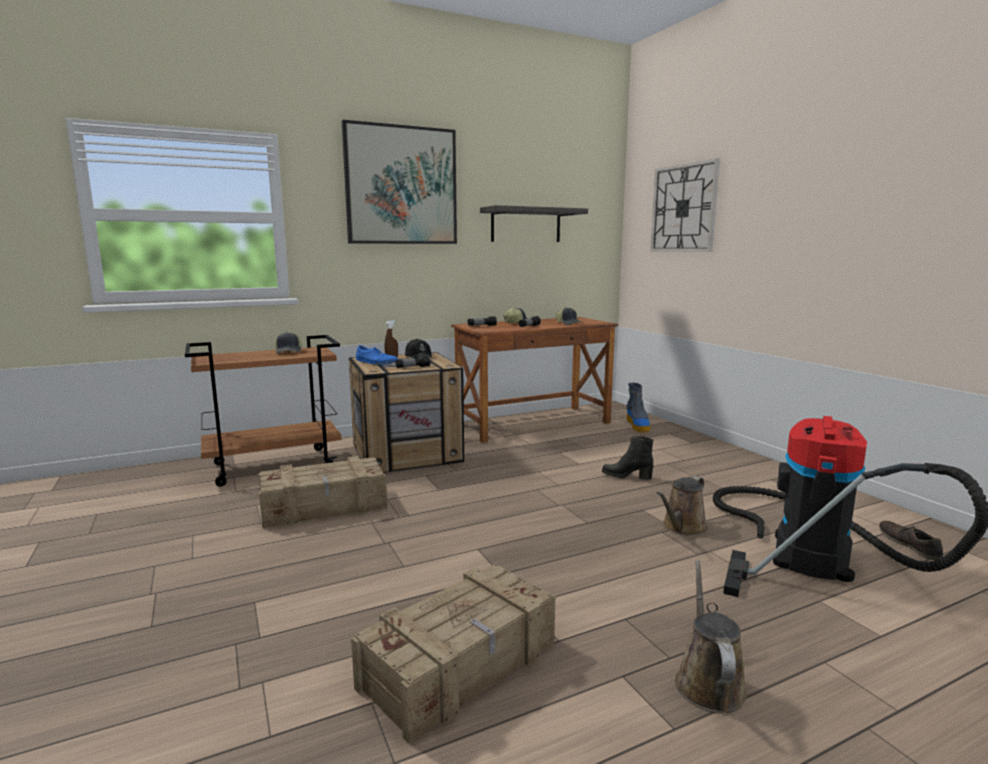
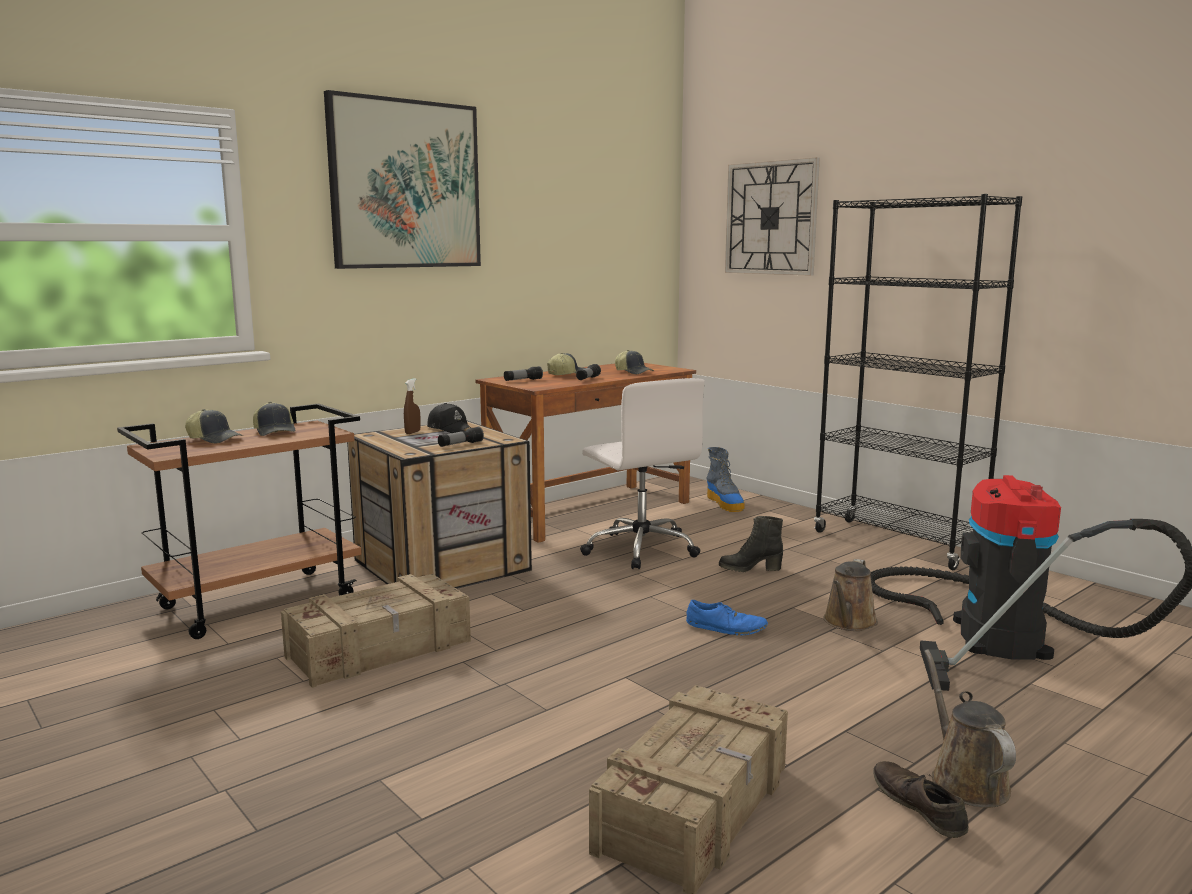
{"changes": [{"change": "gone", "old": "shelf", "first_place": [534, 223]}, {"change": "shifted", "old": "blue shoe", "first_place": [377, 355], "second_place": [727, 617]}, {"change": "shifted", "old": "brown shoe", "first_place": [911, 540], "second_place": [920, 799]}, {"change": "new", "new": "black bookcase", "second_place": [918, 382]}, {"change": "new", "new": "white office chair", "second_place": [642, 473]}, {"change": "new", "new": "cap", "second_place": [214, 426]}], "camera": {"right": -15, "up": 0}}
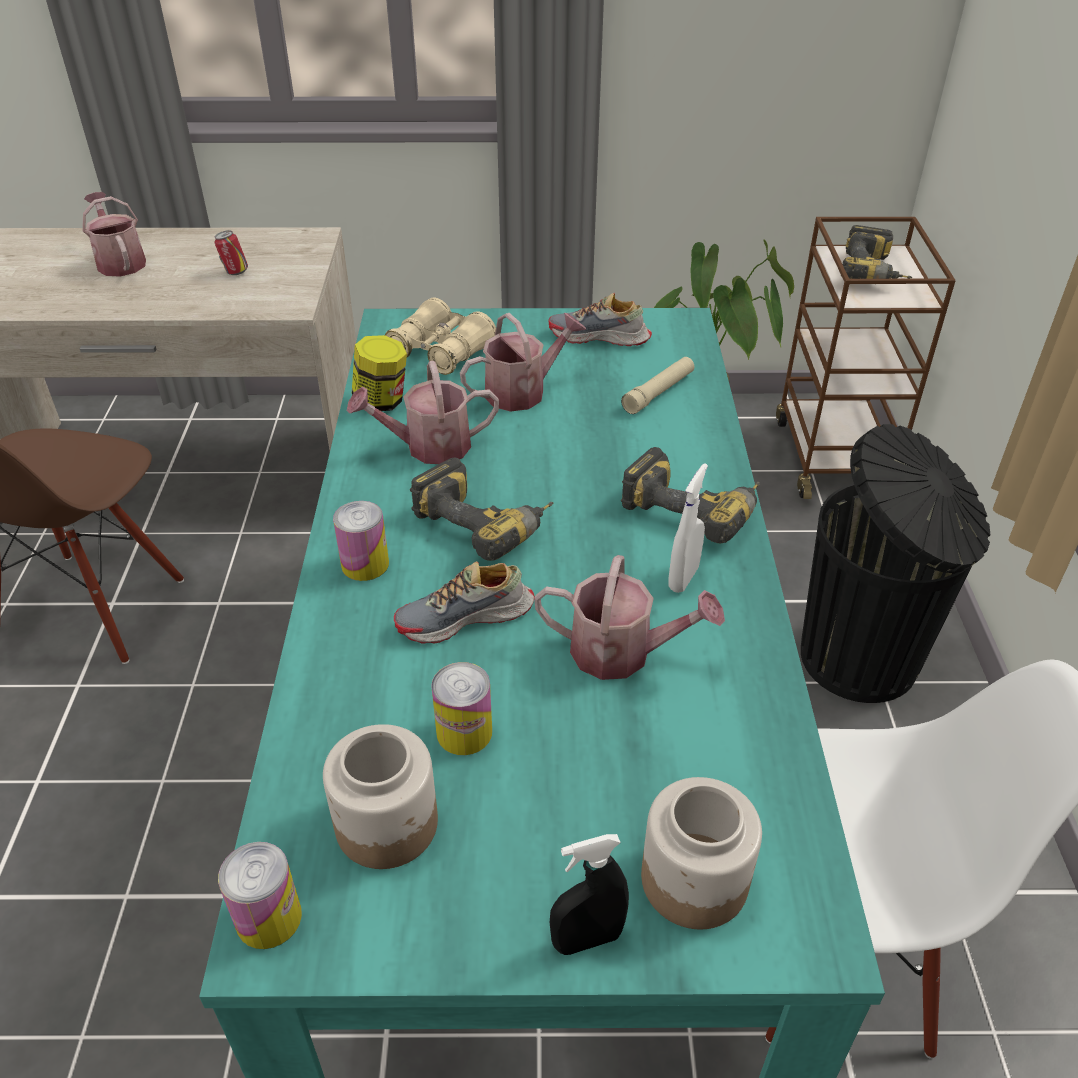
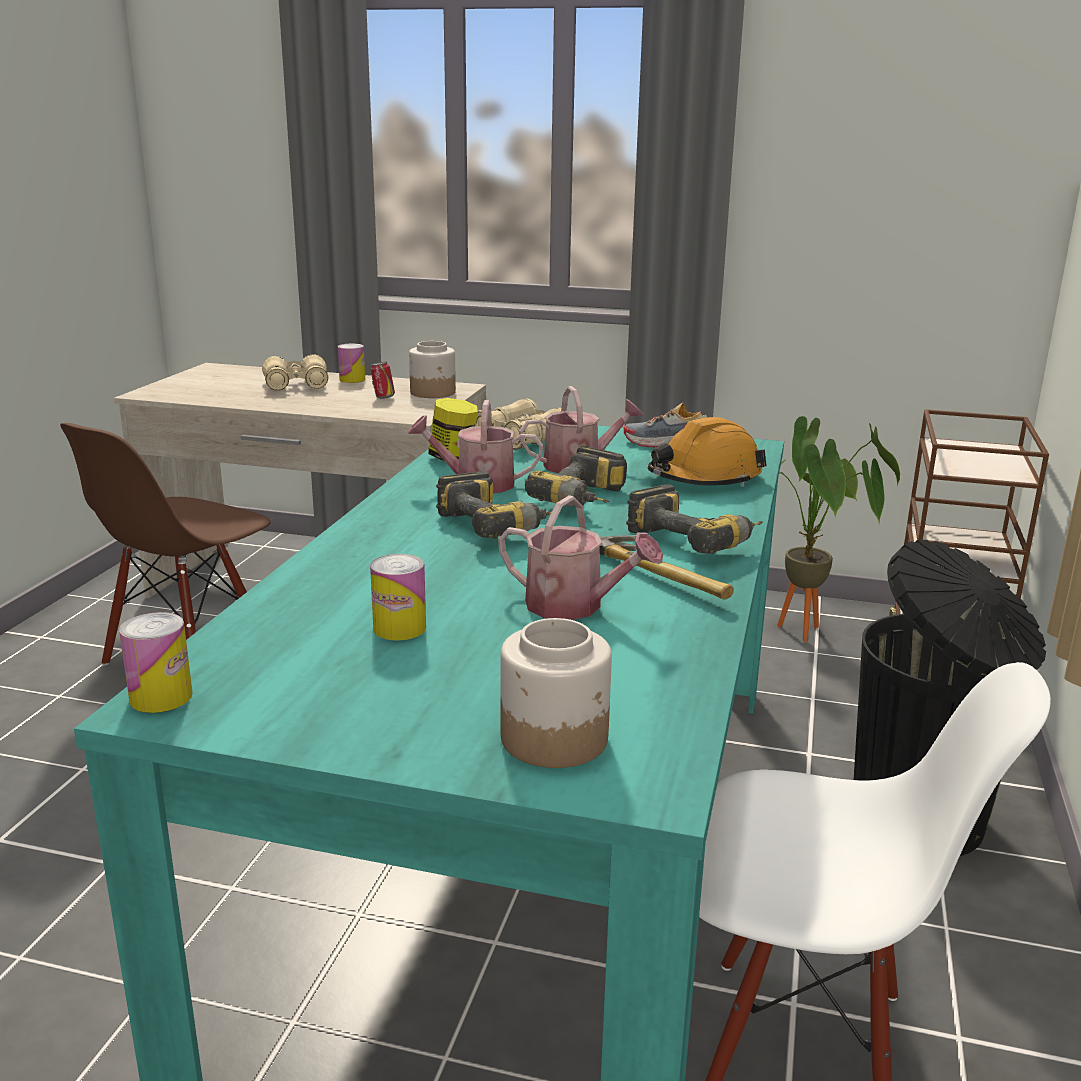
{"changes": [{"change": "swapped", "old": "watering can", "new": "beige binoculars", "first_place": [114, 234], "second_place": [295, 372]}, {"change": "shifted", "old": "power drill", "first_place": [877, 252], "second_place": [576, 476]}, {"change": "swapped", "old": "beige flashlight", "new": "orange hard hat", "first_place": [657, 385], "second_place": [707, 452]}, {"change": "swapped", "old": "white spray bottle", "new": "hammer", "first_place": [688, 528], "second_place": [666, 567]}, {"change": "shifted", "old": "can", "first_place": [361, 541], "second_place": [351, 363]}, {"change": "gone", "old": "shoe", "first_place": [464, 602]}, {"change": "shifted", "old": "jar", "first_place": [380, 796], "second_place": [432, 369]}, {"change": "gone", "old": "black spray bottle", "first_place": [589, 894]}], "camera": {"right": 15, "up": -20}}
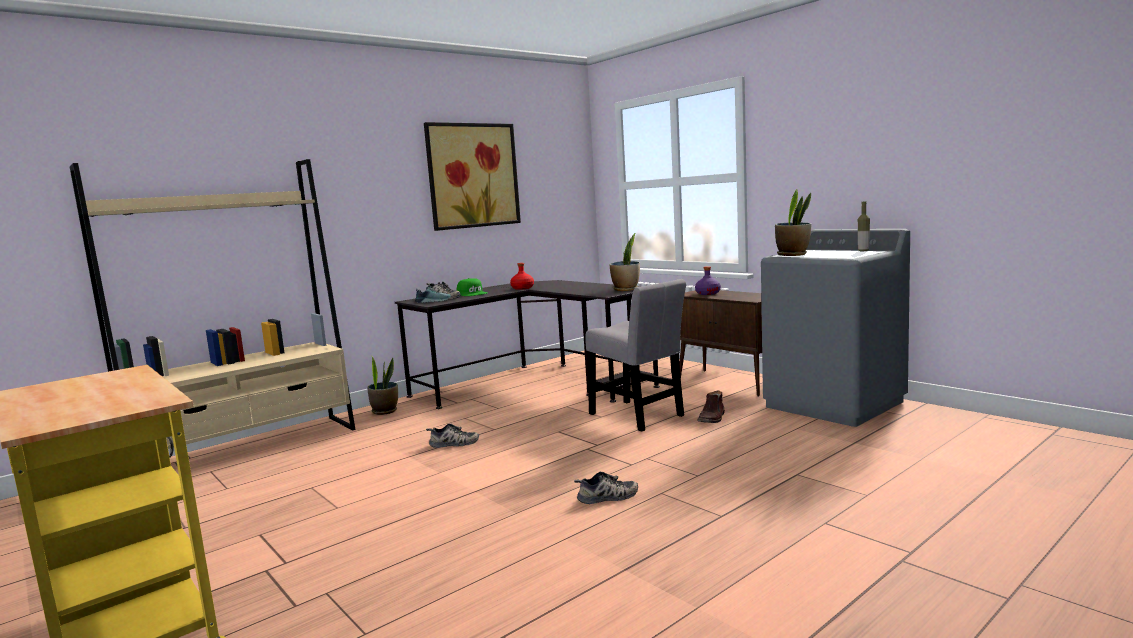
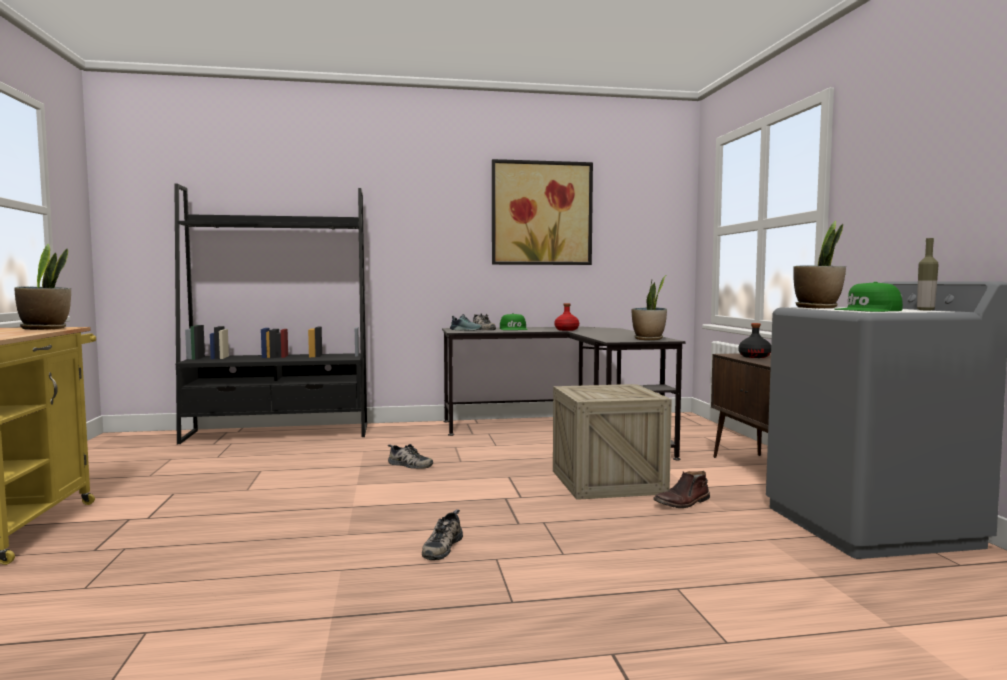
{"changes": [{"change": "repainted", "old": "beige bookcase", "new": "black bookcase", "first_place": [212, 304], "second_place": [270, 314]}, {"change": "repainted", "old": "purple bottle", "new": "black bottle", "first_place": [708, 280], "second_place": [754, 340]}, {"change": "swapped", "old": "grey chair", "new": "crate", "first_place": [635, 355], "second_place": [612, 442]}, {"change": "shifted", "old": "potted plant", "first_place": [382, 386], "second_place": [42, 287]}, {"change": "rotated", "old": "shoe", "first_place": [606, 488], "second_place": [442, 534], "degrees": 90}, {"change": "new", "new": "green cap", "second_place": [868, 297]}], "camera": {"right": 30, "up": -5}}
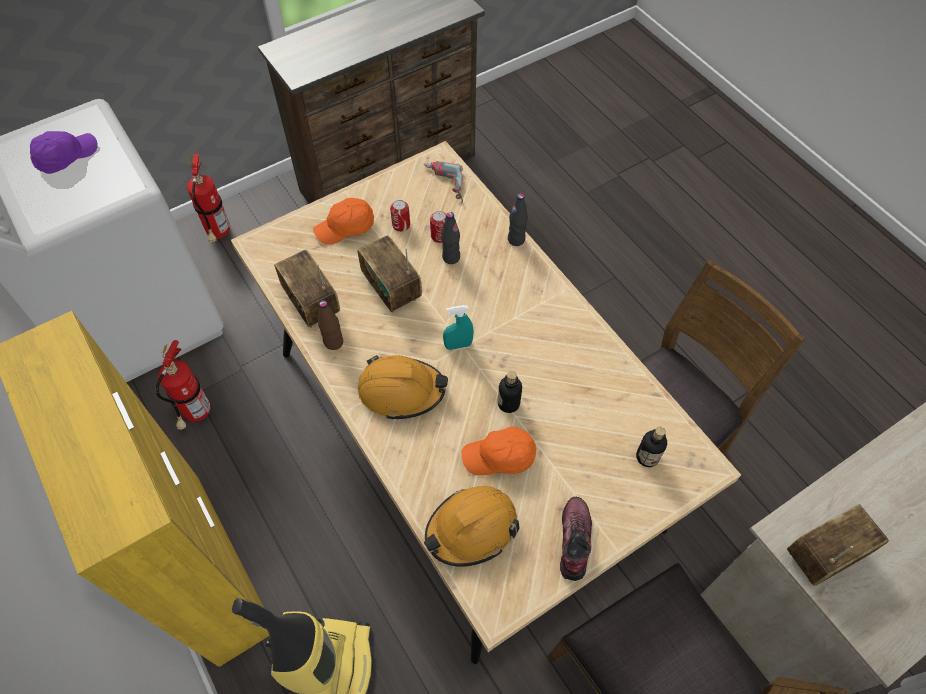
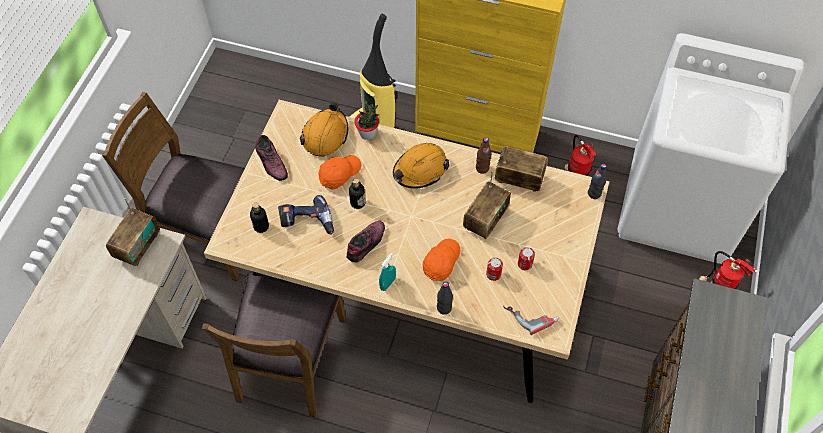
{"changes": [{"change": "gone", "old": "purple cap", "first_place": [64, 152]}, {"change": "shifted", "old": "orange cap", "first_place": [343, 221], "second_place": [441, 260]}, {"change": "shifted", "old": "black bottle", "first_place": [450, 238], "second_place": [597, 181]}, {"change": "rotated", "old": "radio", "first_place": [389, 274], "second_place": [487, 205], "degrees": 105}, {"change": "shifted", "old": "turquoise spray bottle", "first_place": [458, 327], "second_place": [387, 272]}, {"change": "new", "new": "potted plant", "second_place": [366, 120]}, {"change": "new", "new": "power drill", "second_place": [306, 215]}, {"change": "new", "new": "shoe", "second_place": [365, 242]}], "camera": {"right": 140, "up": 0}}
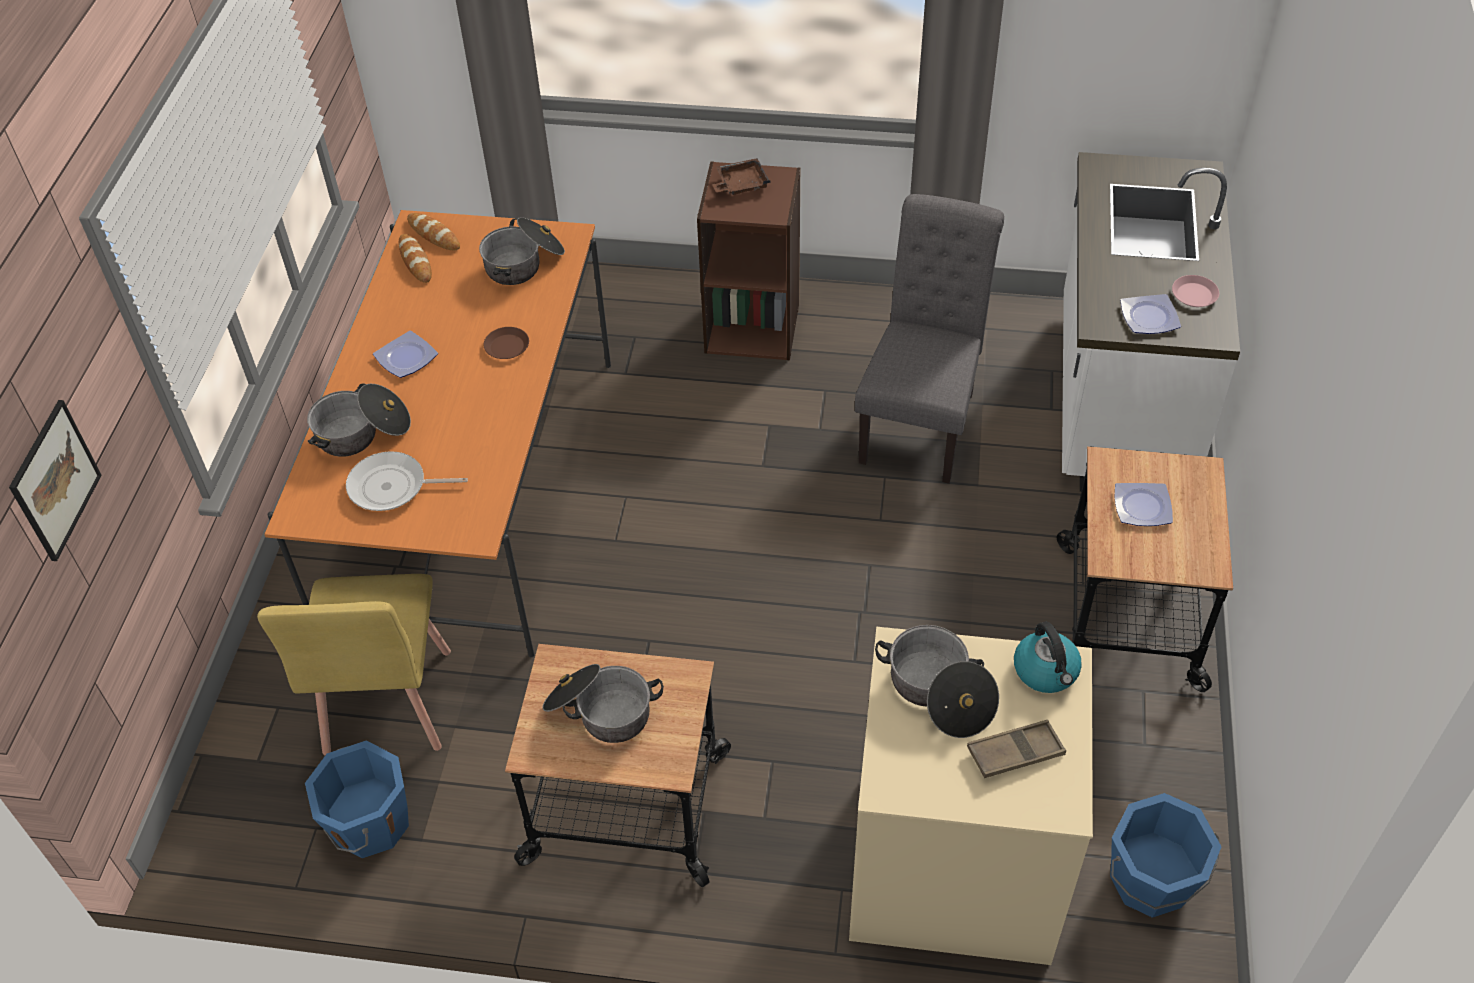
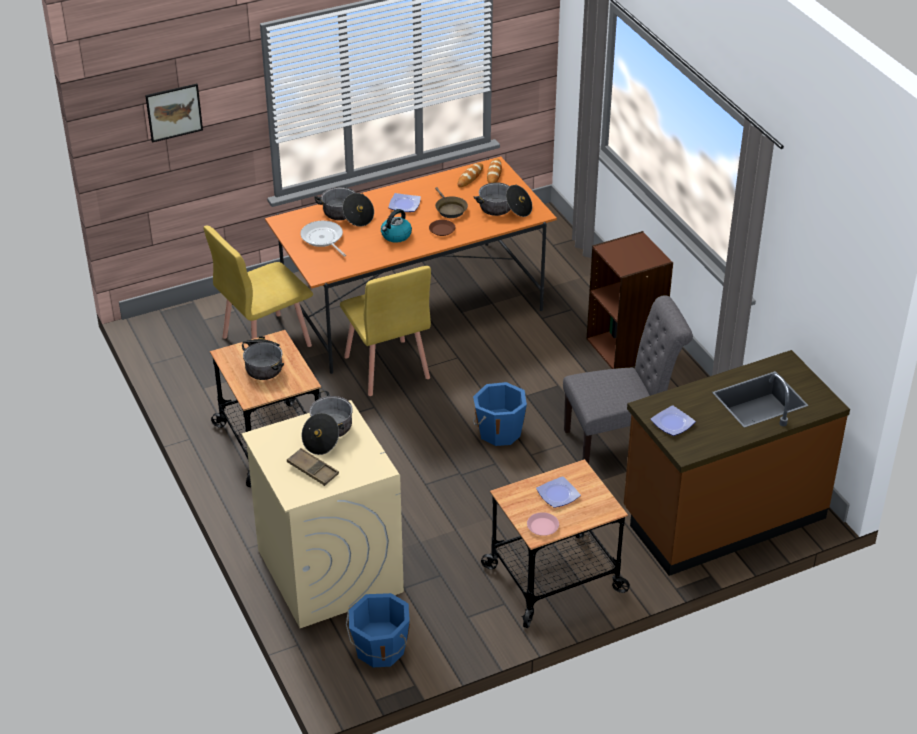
{"changes": [{"change": "repainted", "old": "white counter", "new": "brown counter", "first_place": [1151, 322], "second_place": [737, 463]}, {"change": "gone", "old": "brown tray", "first_place": [741, 176]}, {"change": "shifted", "old": "pink plate", "first_place": [1195, 291], "second_place": [543, 524]}, {"change": "shifted", "old": "kettle", "first_place": [1048, 657], "second_place": [396, 226]}, {"change": "shifted", "old": "blue bucket", "first_place": [357, 799], "second_place": [500, 414]}, {"change": "new", "new": "brown frying pan", "second_place": [451, 202]}, {"change": "new", "new": "yellow chair", "second_place": [385, 331]}], "camera": {"right": 55, "up": -10}}
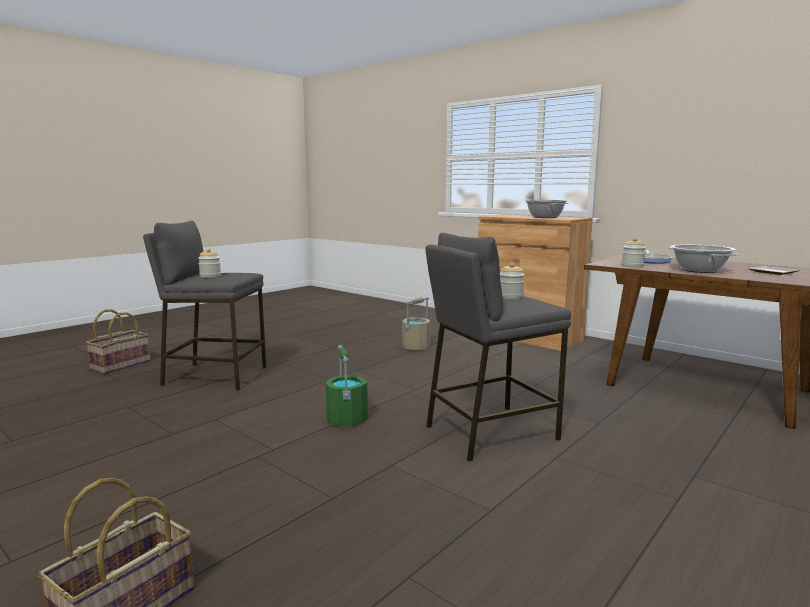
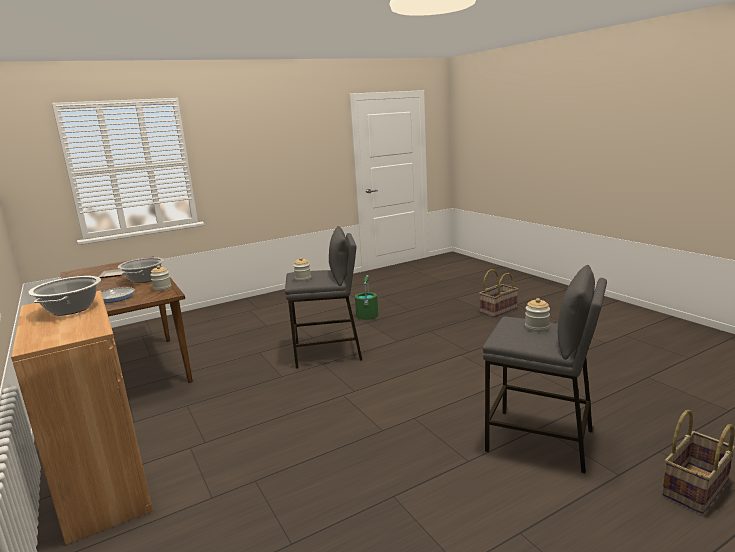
{"changes": [{"change": "gone", "old": "beige bucket", "first_place": [416, 323]}, {"change": "shifted", "old": "green bucket", "first_place": [347, 385], "second_place": [366, 297]}], "camera": {"right": -160, "up": 5}}
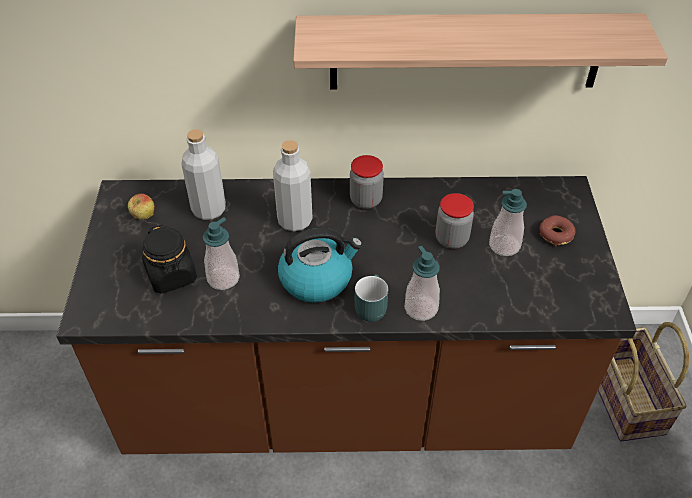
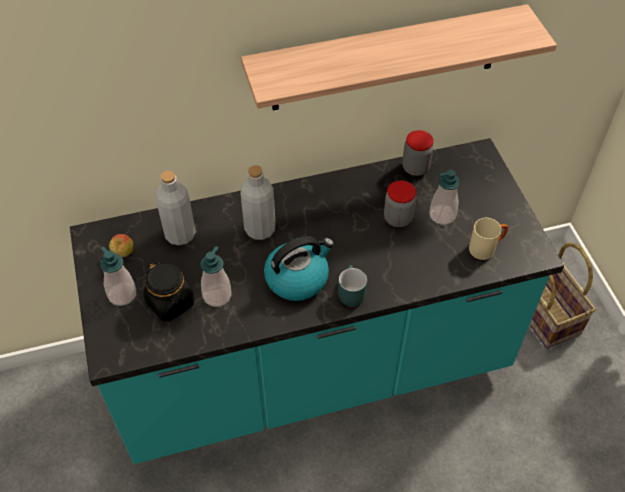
{"changes": [{"change": "shifted", "old": "jar", "first_place": [367, 182], "second_place": [418, 153]}, {"change": "repainted", "old": "brown counter", "new": "turquoise counter", "first_place": [346, 315], "second_place": [317, 301]}, {"change": "gone", "old": "donut", "first_place": [557, 230]}, {"change": "shifted", "old": "soap dispenser", "first_place": [422, 283], "second_place": [118, 276]}, {"change": "new", "new": "beige mug", "second_place": [488, 239]}], "camera": {"right": -15, "up": 5}}
